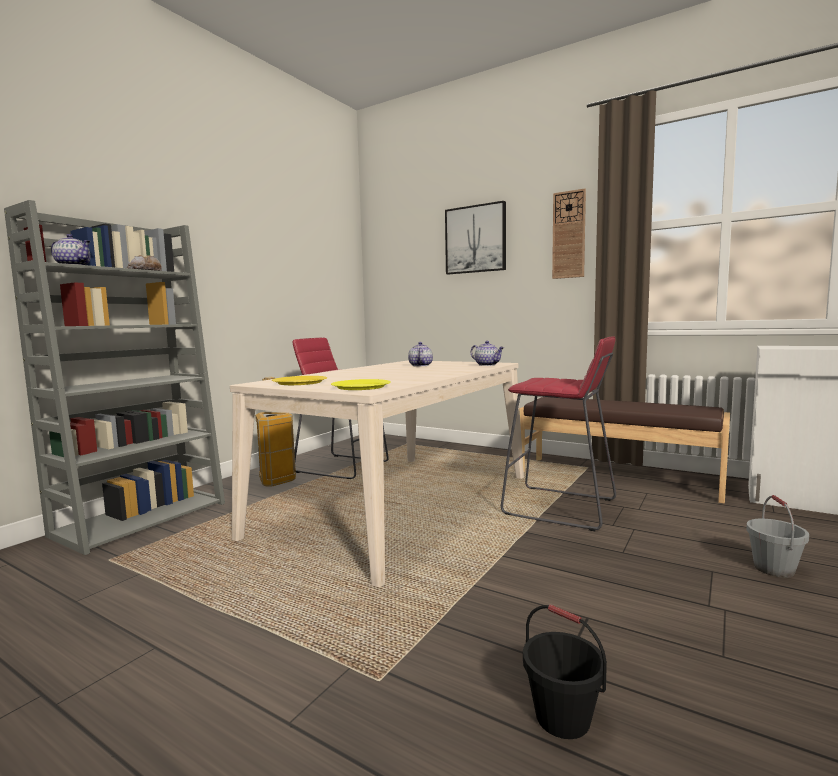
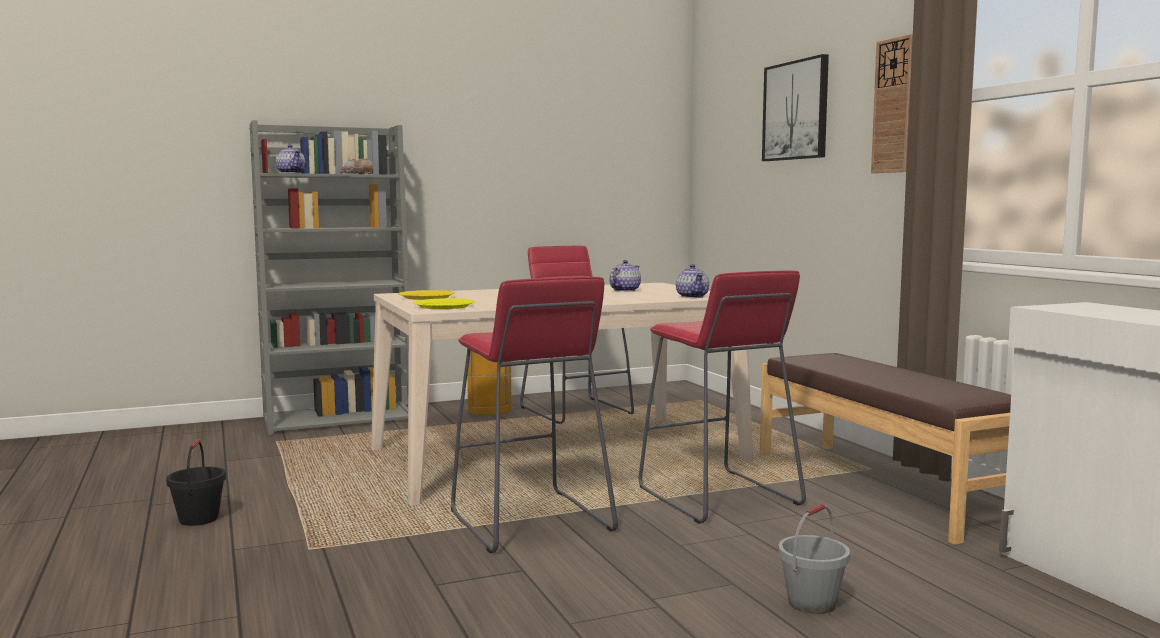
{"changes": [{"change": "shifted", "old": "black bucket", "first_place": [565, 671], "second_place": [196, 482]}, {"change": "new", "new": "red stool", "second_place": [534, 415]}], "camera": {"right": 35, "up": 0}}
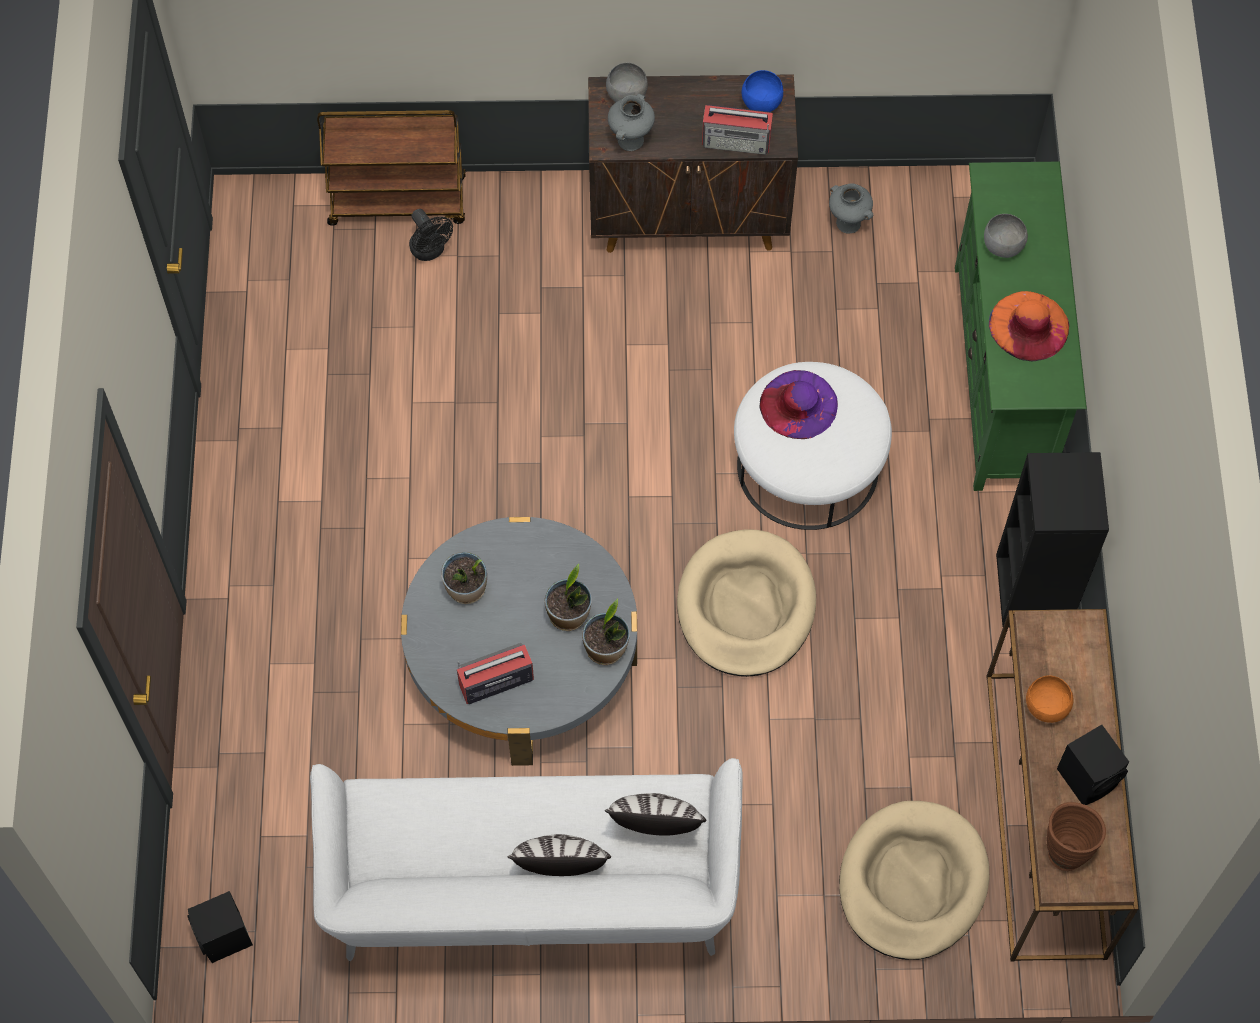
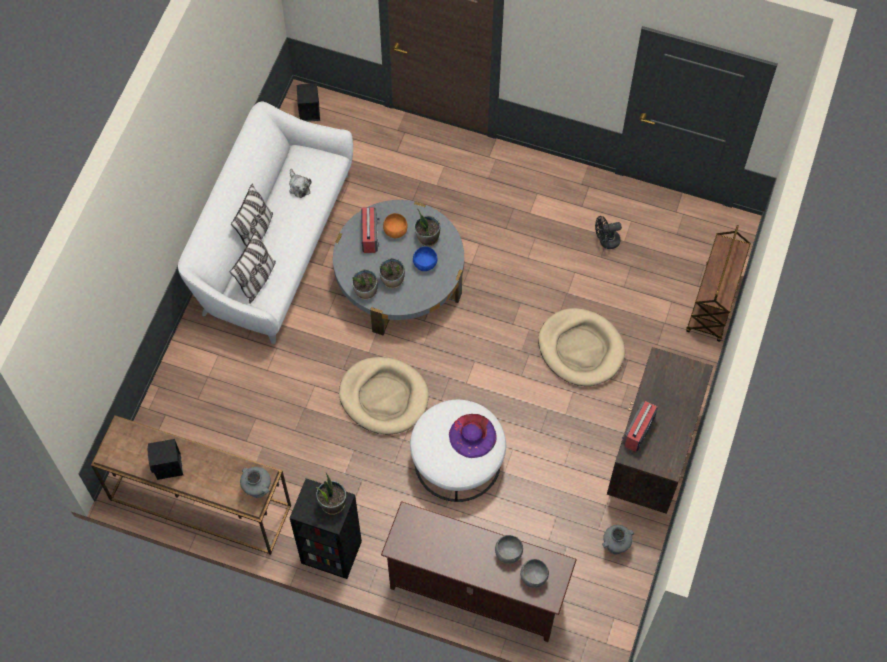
{"changes": [{"change": "shifted", "old": "grey bowl", "first_place": [627, 82], "second_place": [534, 573]}, {"change": "shifted", "old": "blue bowl", "first_place": [762, 91], "second_place": [425, 259]}, {"change": "shifted", "old": "grey vase", "first_place": [631, 122], "second_place": [255, 482]}, {"change": "repainted", "old": "green tv stand", "new": "brown tv stand", "first_place": [1021, 326], "second_place": [479, 571]}, {"change": "shifted", "old": "black fan", "first_place": [431, 235], "second_place": [608, 232]}, {"change": "gone", "old": "orange hat", "first_place": [1029, 326]}, {"change": "shifted", "old": "orange bowl", "first_place": [1050, 699], "second_place": [395, 225]}, {"change": "shifted", "old": "beige dog bed", "first_place": [914, 880], "second_place": [581, 347]}, {"change": "gone", "old": "brown vase", "first_place": [1076, 836]}, {"change": "new", "new": "plush toy", "second_place": [300, 183]}, {"change": "new", "new": "potted plant", "second_place": [331, 494]}], "camera": {"right": 110, "up": 0}}
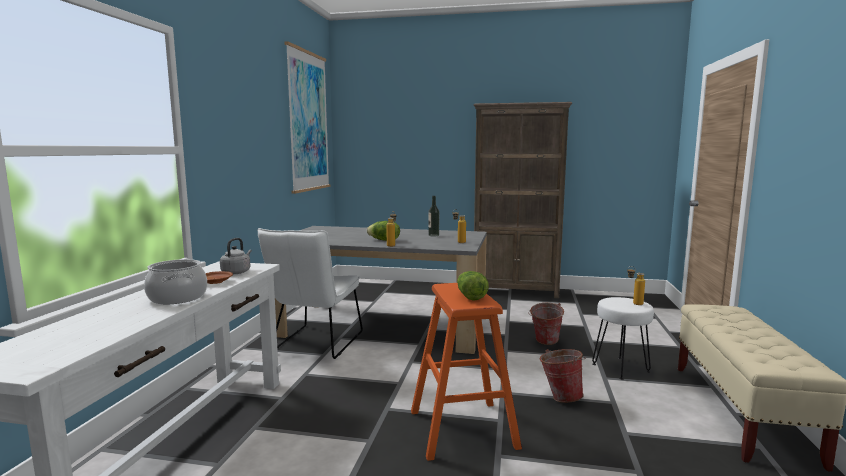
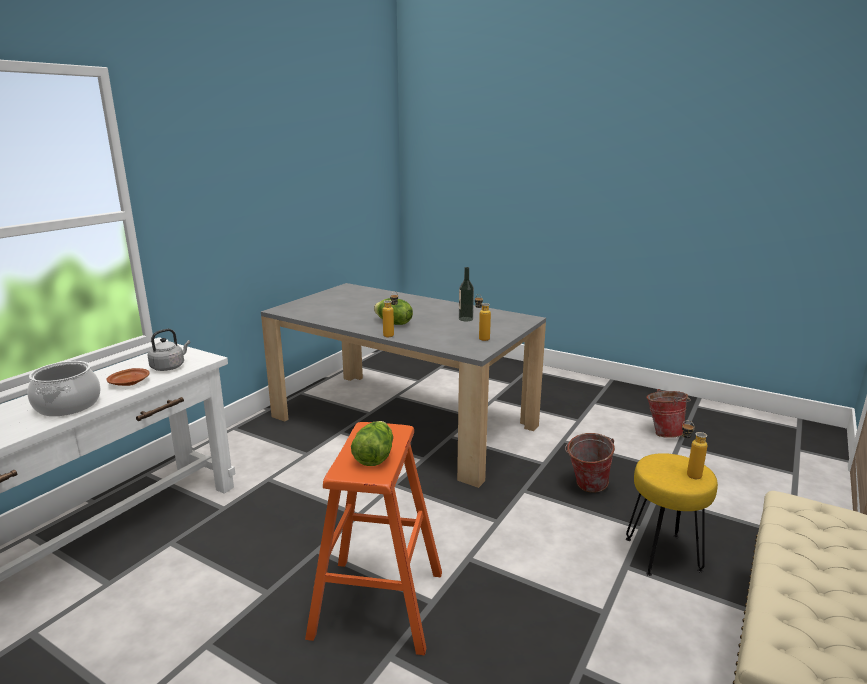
{"changes": [{"change": "gone", "old": "picture", "first_place": [307, 117]}, {"change": "gone", "old": "brown bookcase", "first_place": [522, 200]}, {"change": "gone", "old": "white chair", "first_place": [310, 293]}, {"change": "repainted", "old": "white stool", "new": "yellow stool", "first_place": [623, 338], "second_place": [672, 514]}, {"change": "shifted", "old": "bucket", "first_place": [563, 376], "second_place": [669, 413]}], "camera": {"right": 20, "up": 10}}
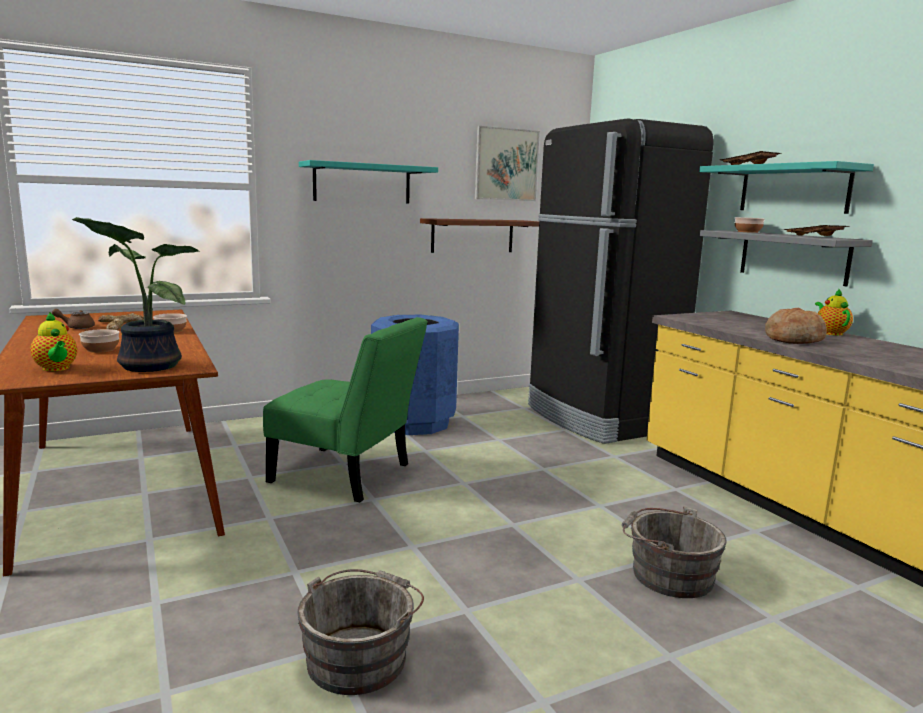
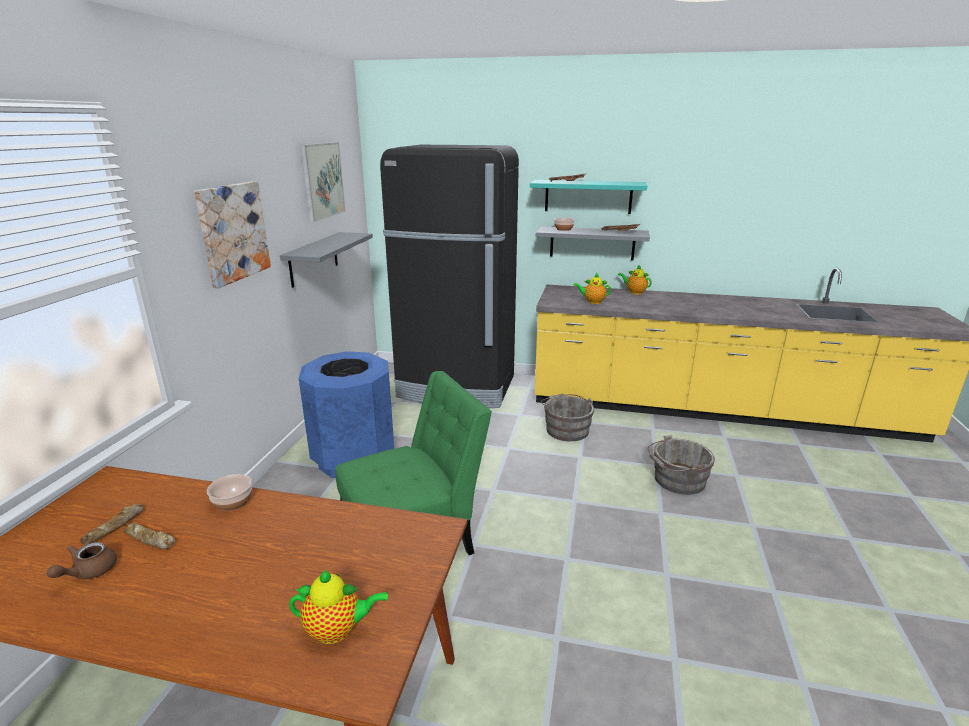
{"changes": [{"change": "swapped", "old": "turquoise shelf", "new": "picture", "first_place": [368, 182], "second_place": [232, 234]}, {"change": "gone", "old": "potted plant", "first_place": [136, 294]}, {"change": "repainted", "old": "brown shelf", "new": "grey shelf", "first_place": [479, 235], "second_place": [326, 260]}, {"change": "gone", "old": "bread", "first_place": [796, 326]}, {"change": "gone", "old": "bowl", "first_place": [99, 341]}, {"change": "shifted", "old": "grey bucket", "first_place": [360, 632], "second_place": [567, 418]}, {"change": "new", "new": "teapot", "second_place": [592, 288]}], "camera": {"right": -50, "up": 10}}
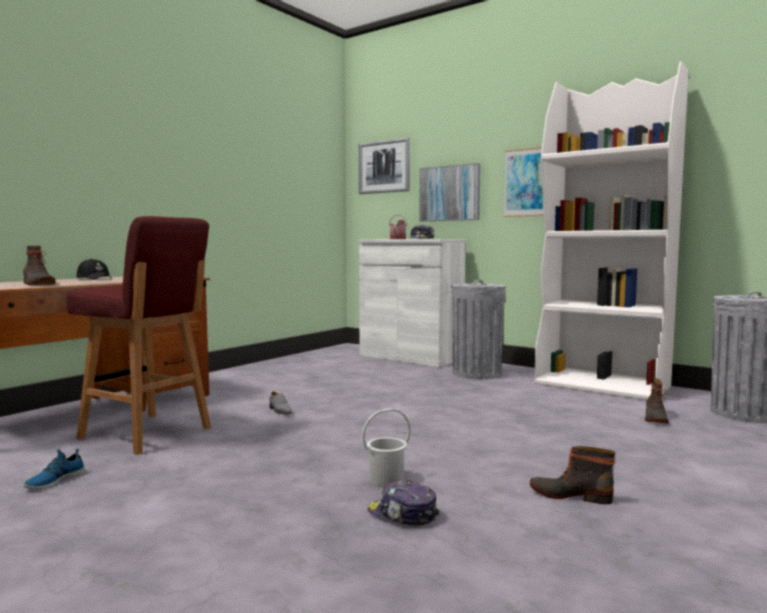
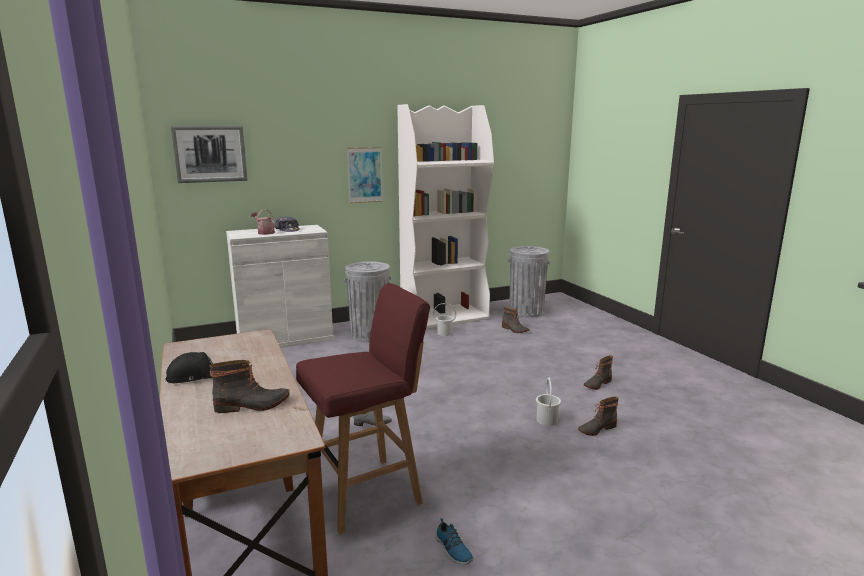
{"changes": [{"change": "gone", "old": "picture", "first_place": [450, 192]}, {"change": "swapped", "old": "cap", "new": "boot", "first_place": [403, 503], "second_place": [598, 416]}, {"change": "new", "new": "white bucket", "second_place": [444, 319]}], "camera": {"right": -60, "up": 10}}
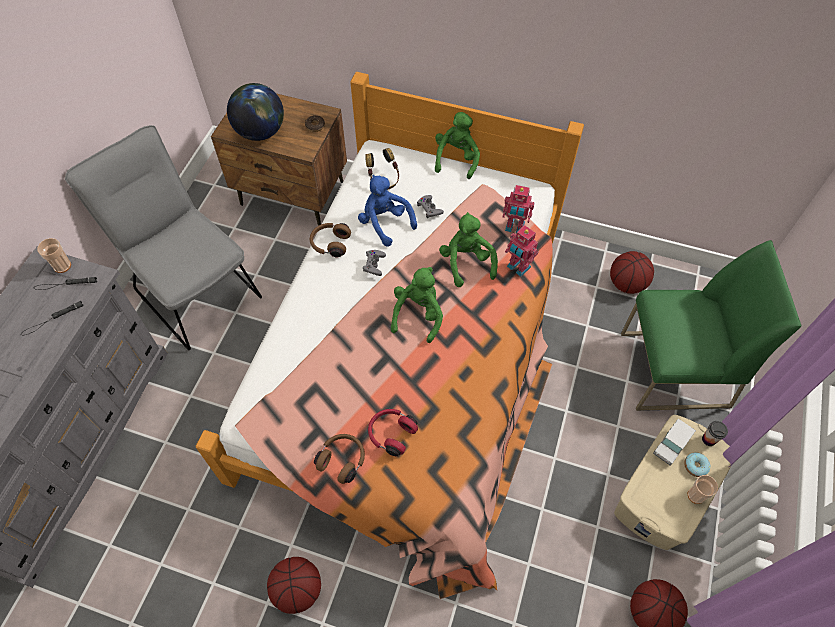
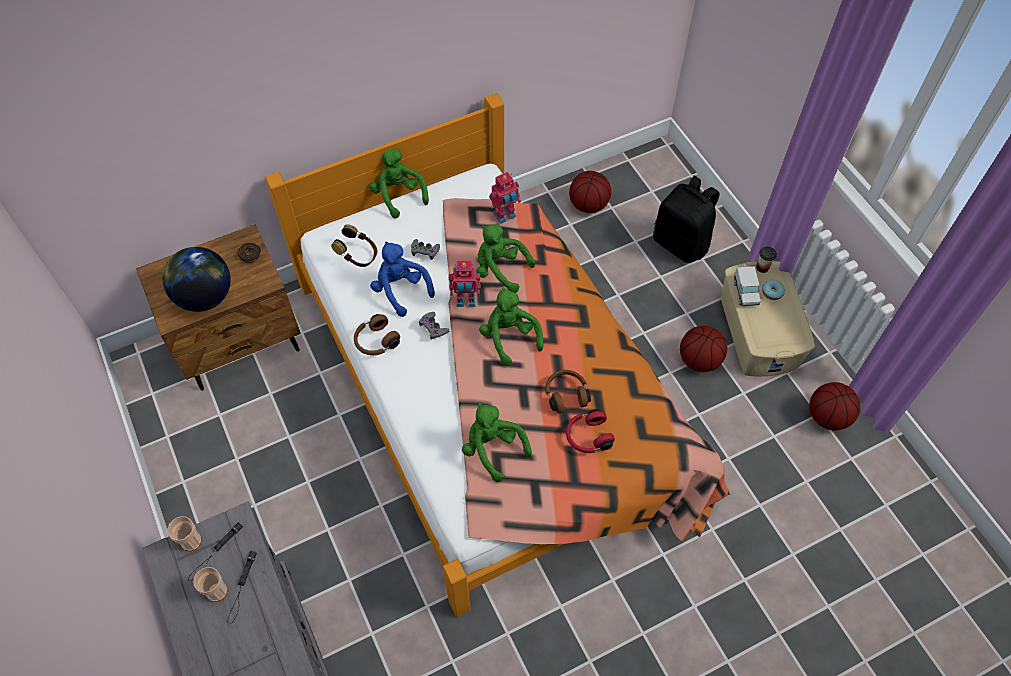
{"changes": [{"change": "gone", "old": "grey chair", "first_place": [163, 237]}, {"change": "rotated", "old": "blue plush toy", "first_place": [387, 211], "second_place": [402, 279], "degrees": 45}, {"change": "shifted", "old": "toy robot", "first_place": [521, 251], "second_place": [465, 283]}, {"change": "swapped", "old": "green chair", "new": "black backpack", "first_place": [711, 325], "second_place": [686, 219]}, {"change": "shifted", "old": "brown headphones", "first_place": [339, 459], "second_place": [568, 391]}, {"change": "shifted", "old": "cup", "first_place": [703, 489], "second_place": [210, 584]}, {"change": "shifted", "old": "basketball", "first_place": [294, 585], "second_place": [703, 349]}, {"change": "new", "new": "green plush toy", "second_place": [497, 442]}], "camera": {"right": -45, "up": 0}}
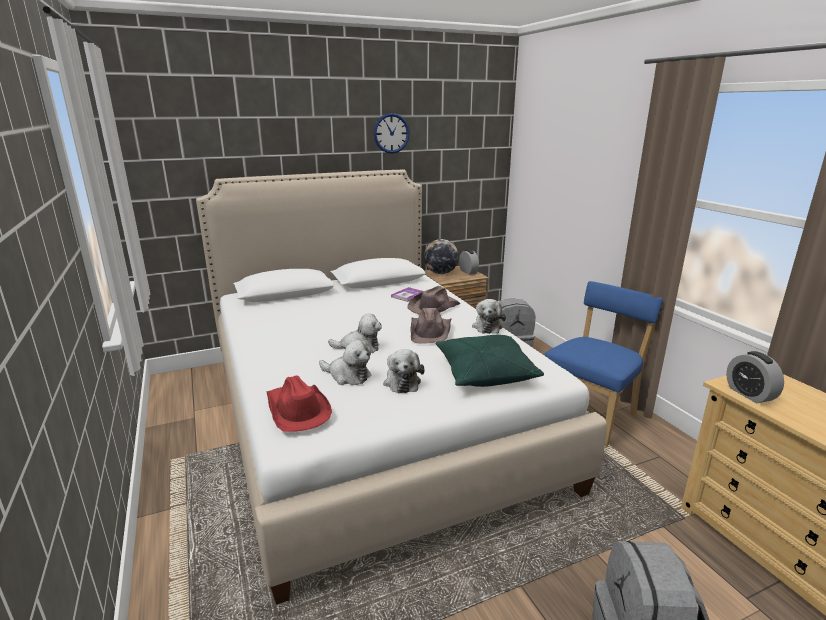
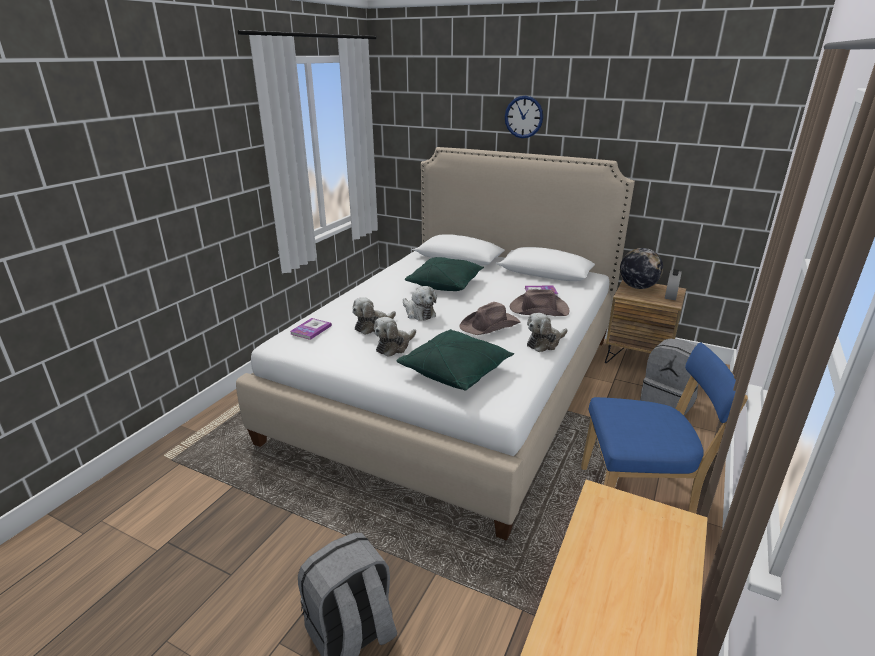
{"changes": [{"change": "shifted", "old": "wall clock", "first_place": [391, 133], "second_place": [524, 117]}, {"change": "rotated", "old": "plush toy", "first_place": [345, 362], "second_place": [374, 316], "degrees": 60}, {"change": "gone", "old": "alarm clock", "first_place": [755, 377]}, {"change": "swapped", "old": "red hat", "new": "book", "first_place": [299, 403], "second_place": [311, 329]}, {"change": "new", "new": "green pillow", "second_place": [444, 274]}], "camera": {"right": 50, "up": 5}}
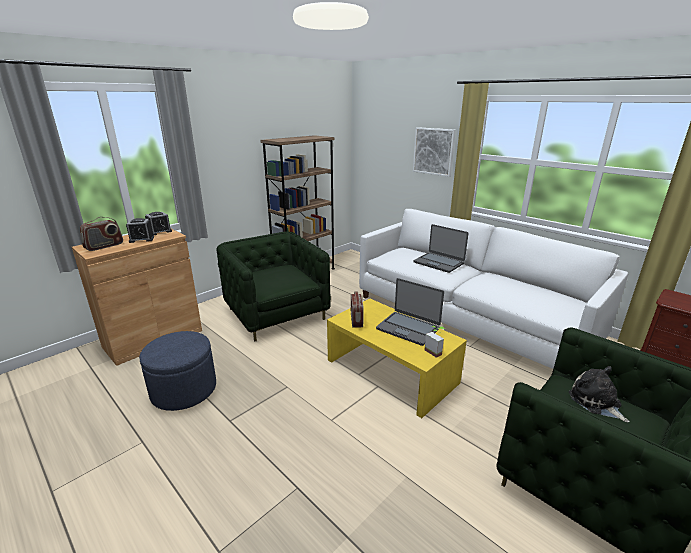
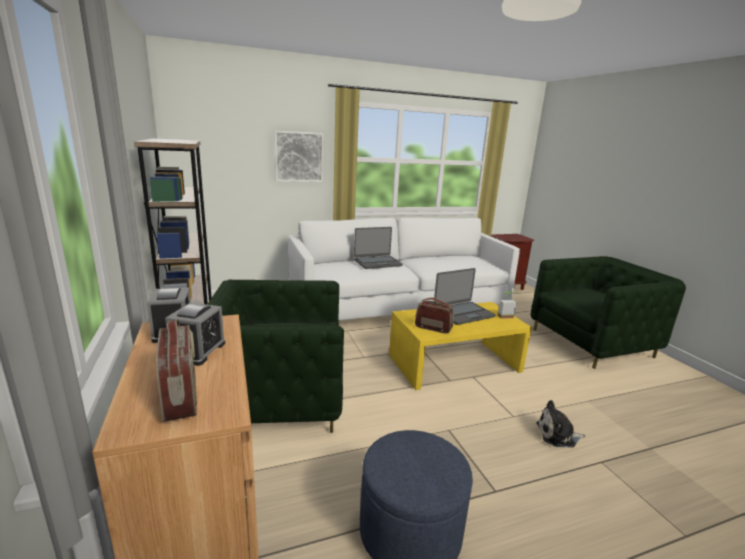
{"changes": [{"change": "shifted", "old": "plush toy", "first_place": [599, 394], "second_place": [560, 423]}], "camera": {"right": -65, "up": -5}}
